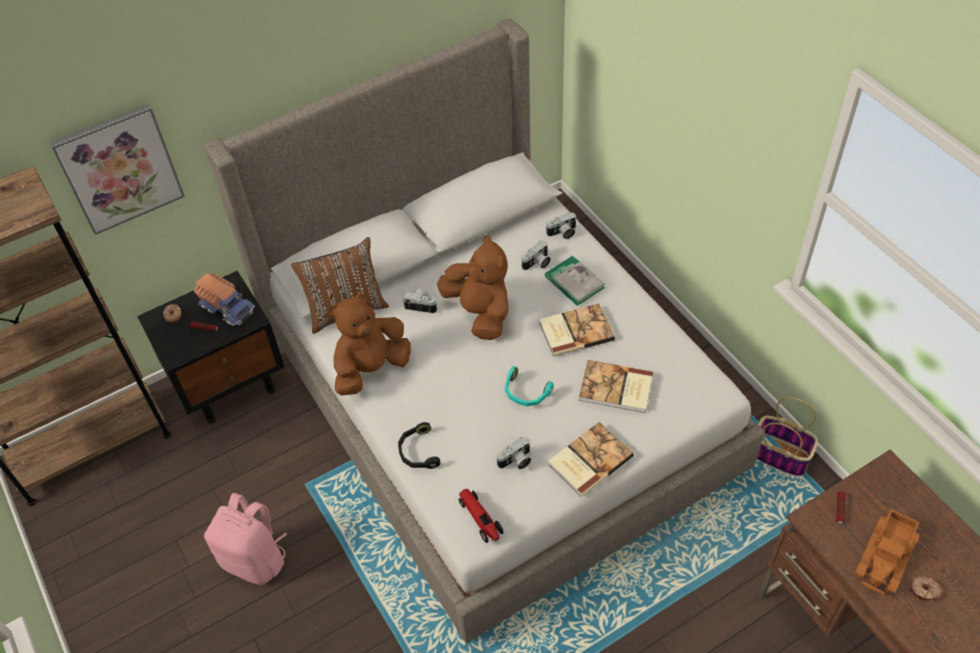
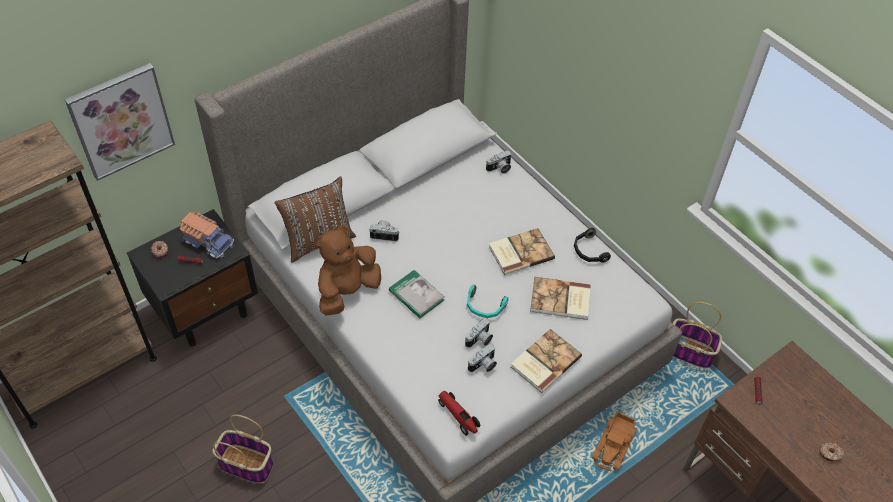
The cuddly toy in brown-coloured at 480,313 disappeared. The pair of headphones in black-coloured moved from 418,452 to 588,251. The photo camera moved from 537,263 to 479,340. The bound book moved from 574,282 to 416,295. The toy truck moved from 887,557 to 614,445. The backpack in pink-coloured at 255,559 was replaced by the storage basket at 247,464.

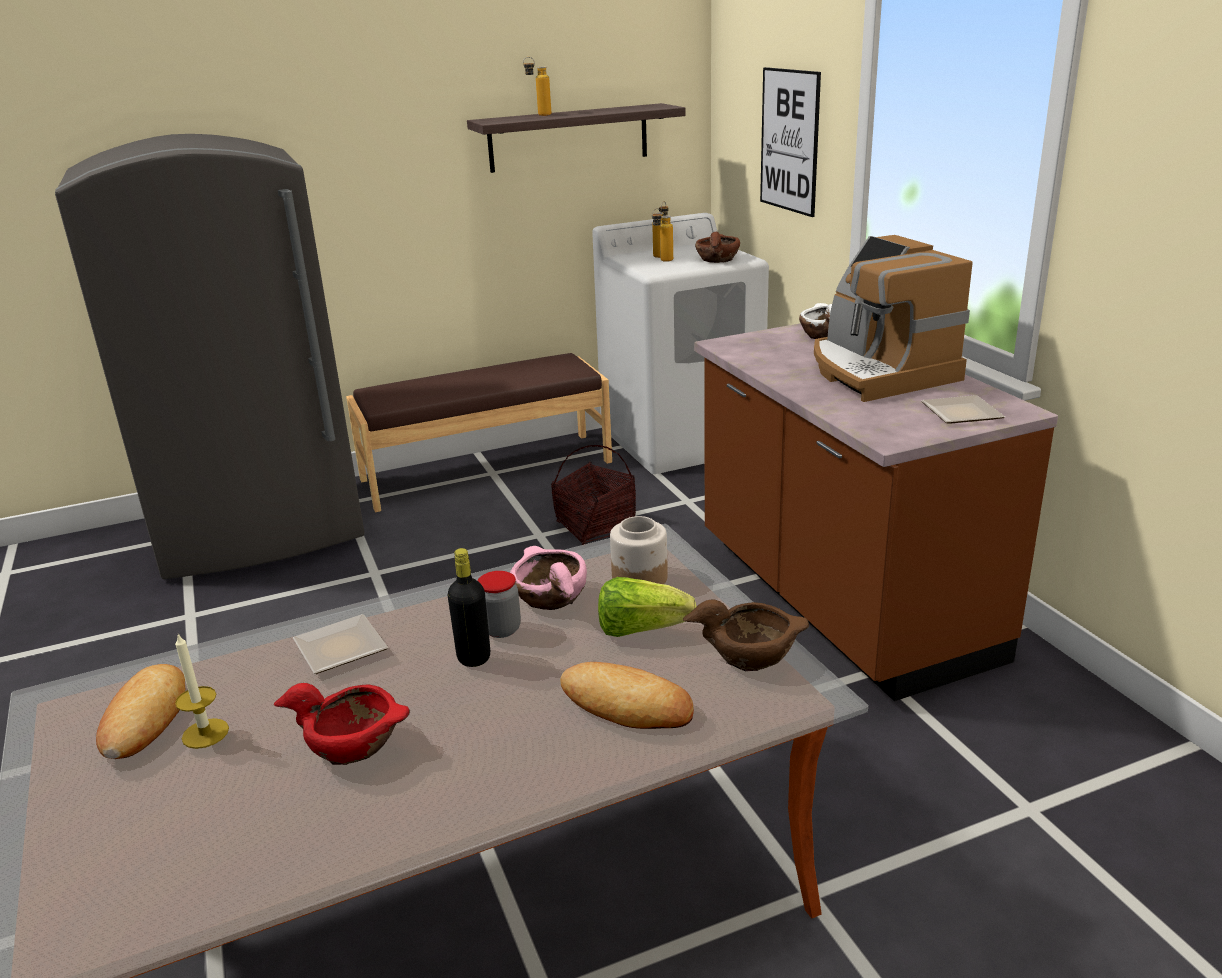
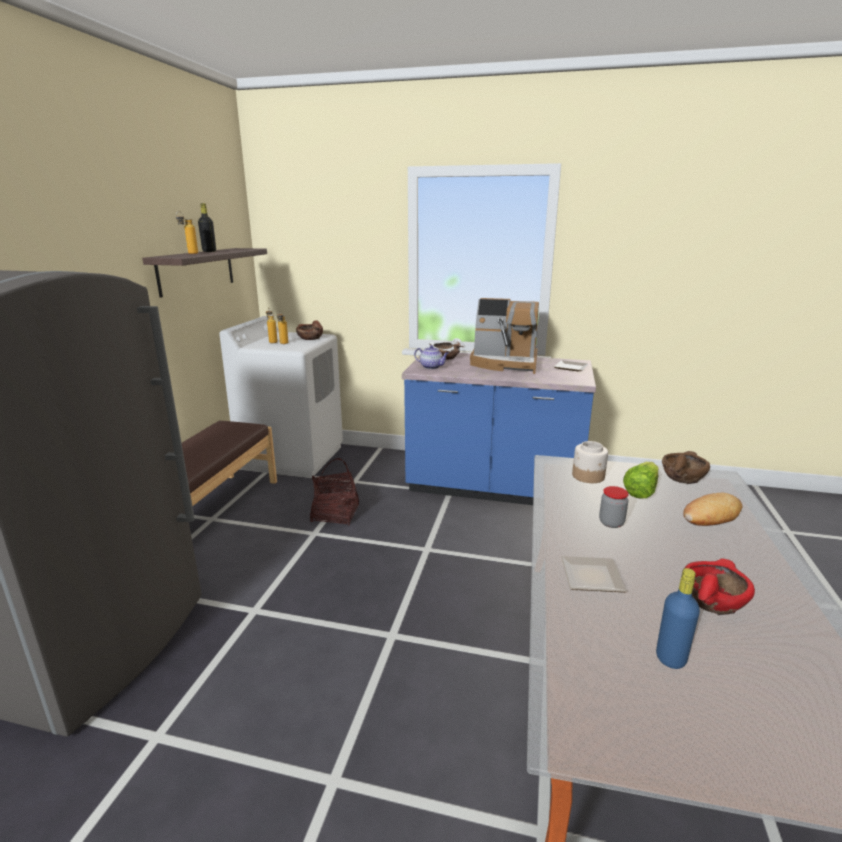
The bread at 144,718 disappeared. The bowl in pink-coloured at 550,596 disappeared. The wall art at 789,141 disappeared. The pot for tea at 432,367 appeared. The beverage bottle in black-coloured moved from 474,657 to 209,251. The wax light at 205,733 was replaced by the beverage bottle in bluish at 670,658. The kitchen counter in brown-coloured at 840,600 became the kitchen counter in bluish at 493,488.

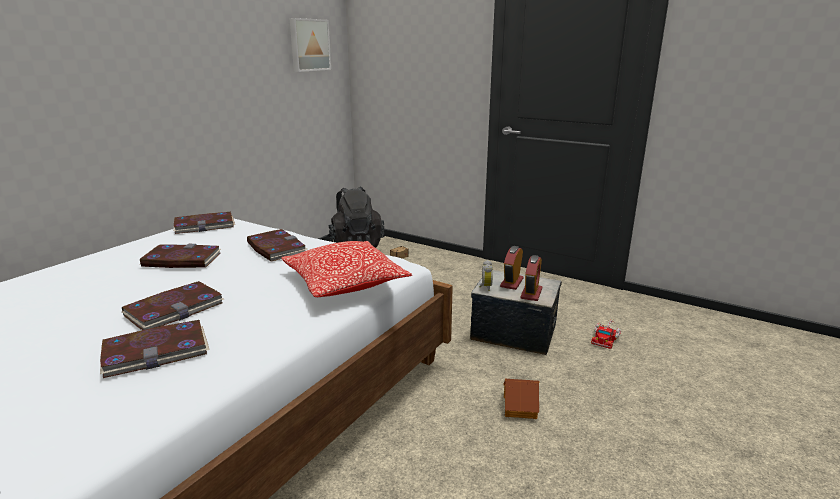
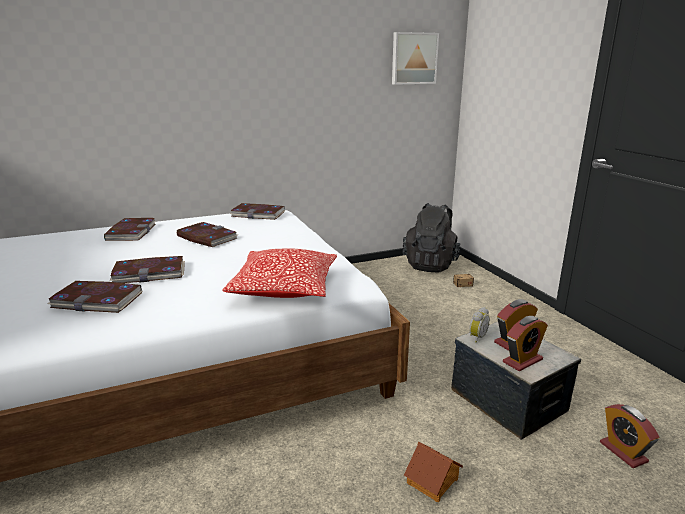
The bound book moved from 276,248 to 131,232. The toy truck at 605,338 was replaced by the alarm clock at 623,452.

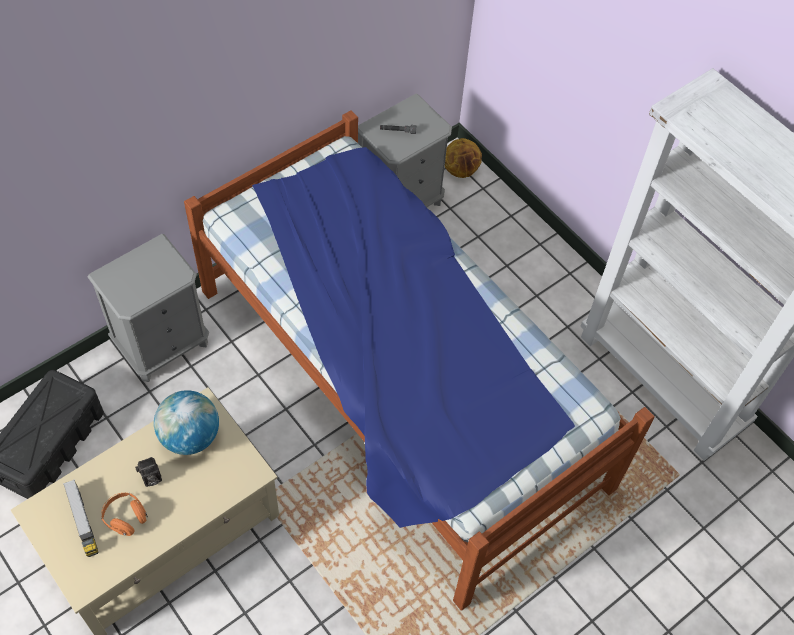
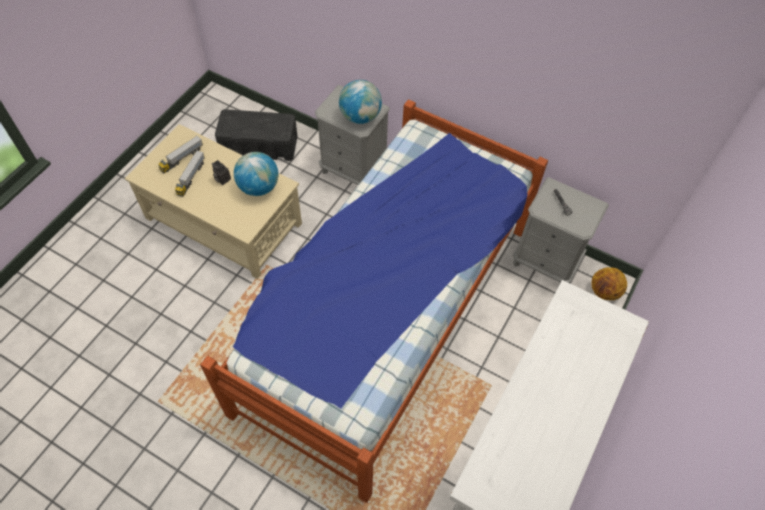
The world globe at 360,116 appeared. The pair of headphones in orange at 125,518 was replaced by the toy truck at 191,177.

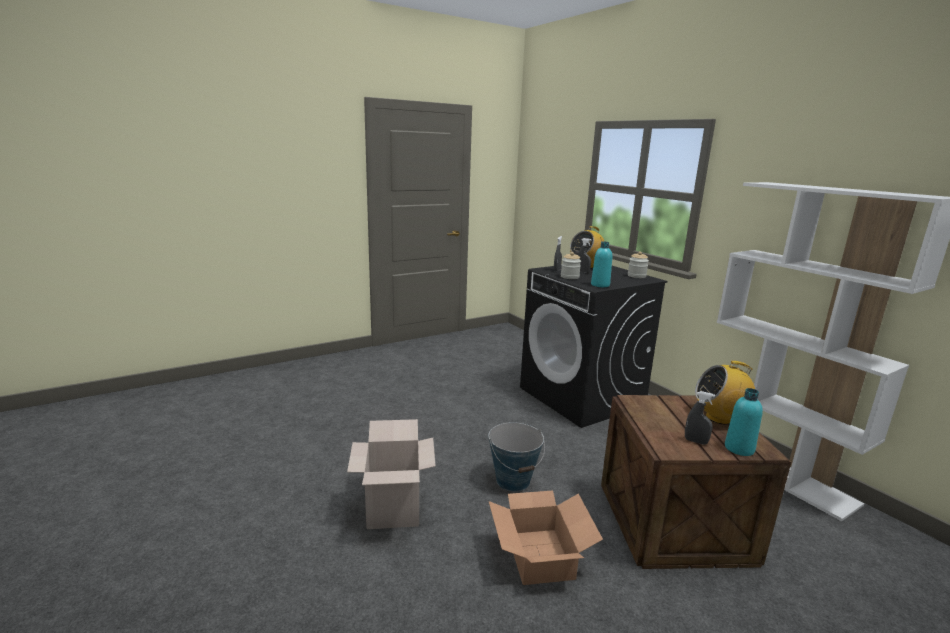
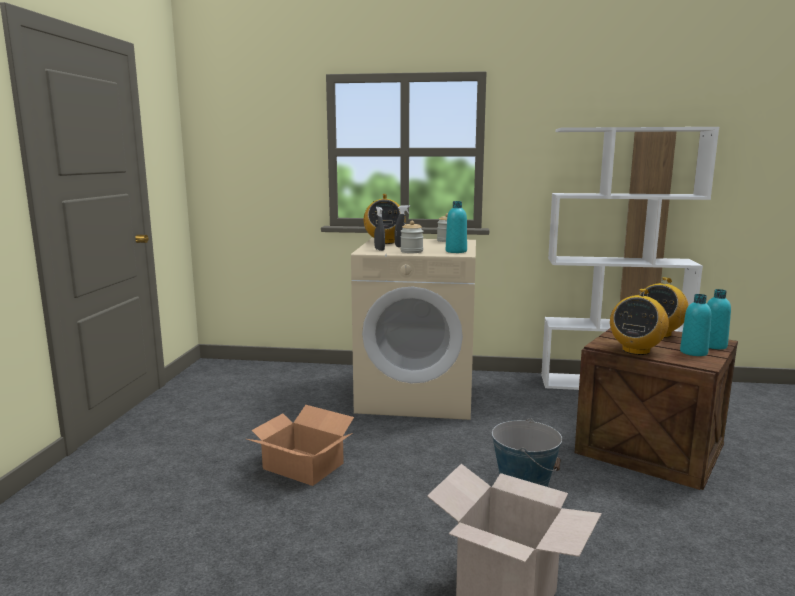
The radio at 635,350 appeared. The packing box moved from 540,555 to 303,465. The hand sprayer in greyish at 695,441 was replaced by the beverage bottle in blue-green at 693,352. The laundry appliance in black-coloured at 582,397 became the laundry appliance in beige at 418,395.

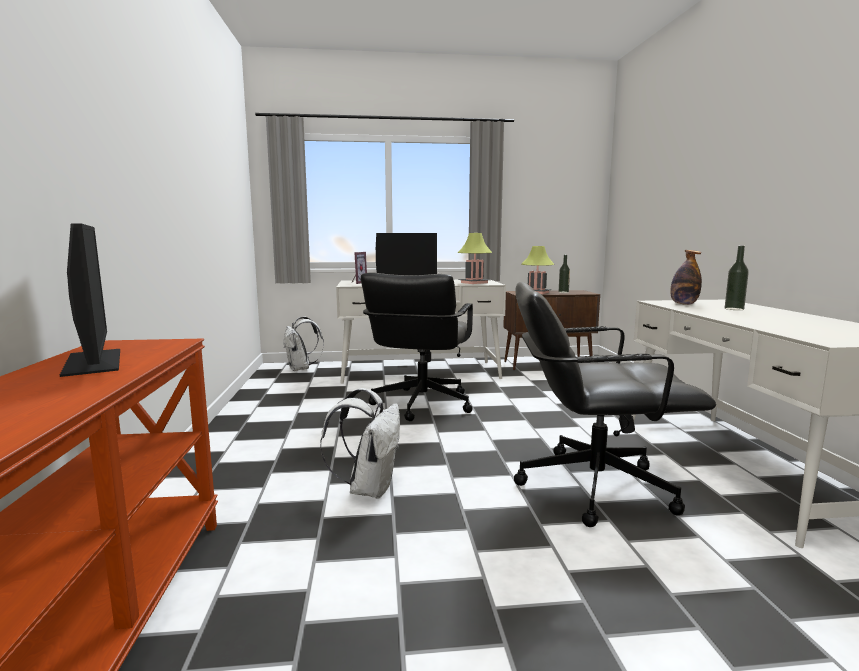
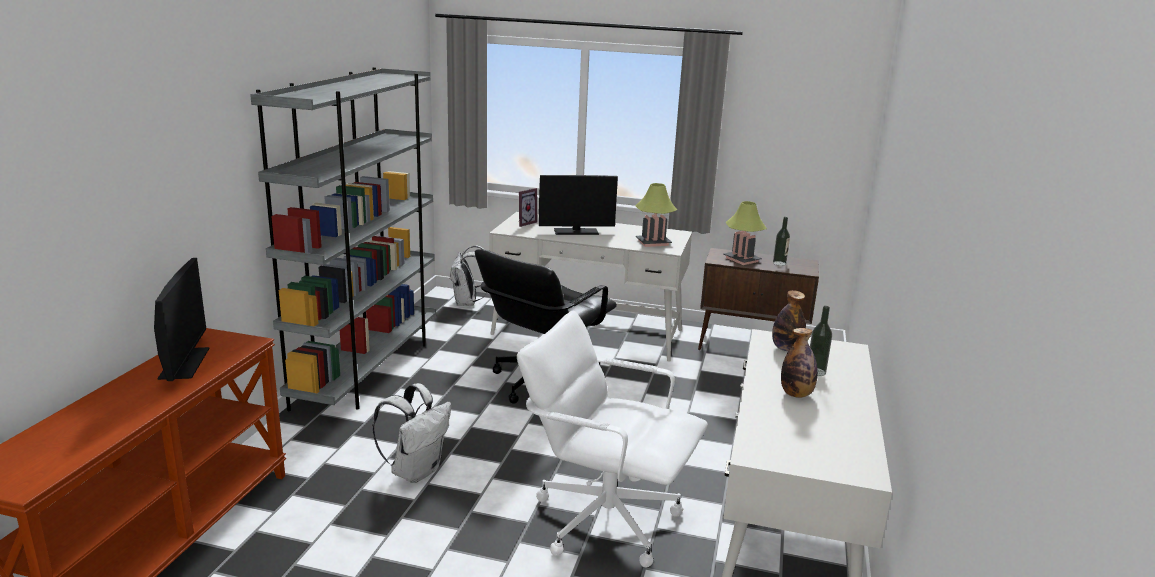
The bookshelf in greyish at 367,370 appeared. The beverage bottle at 796,394 appeared. The office chair in black-coloured at 592,486 became the office chair in whitish at 605,519.

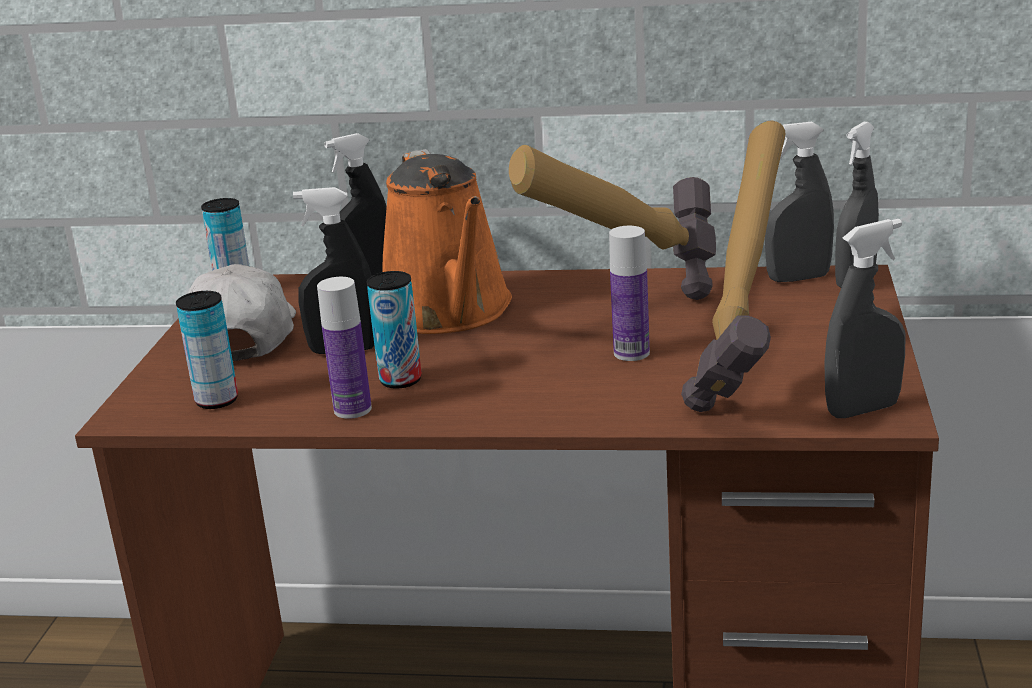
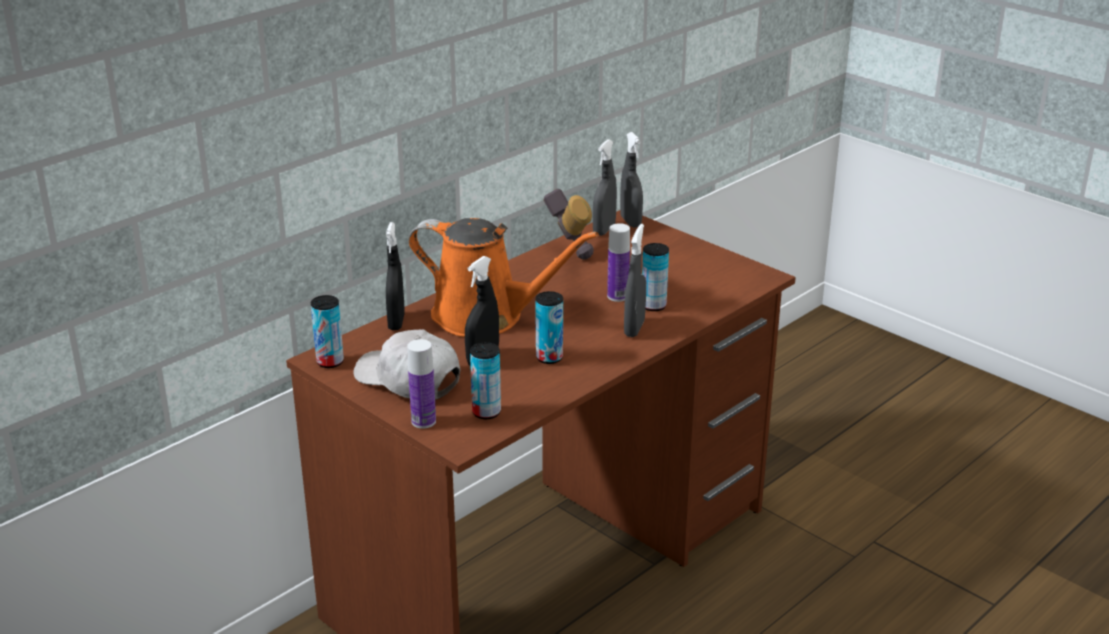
The hammer at 754,376 disappeared. The sealed can at 653,306 appeared. The beverage bottle moved from 352,409 to 423,421. The hand sprayer in greyish moved from 863,410 to 634,328.

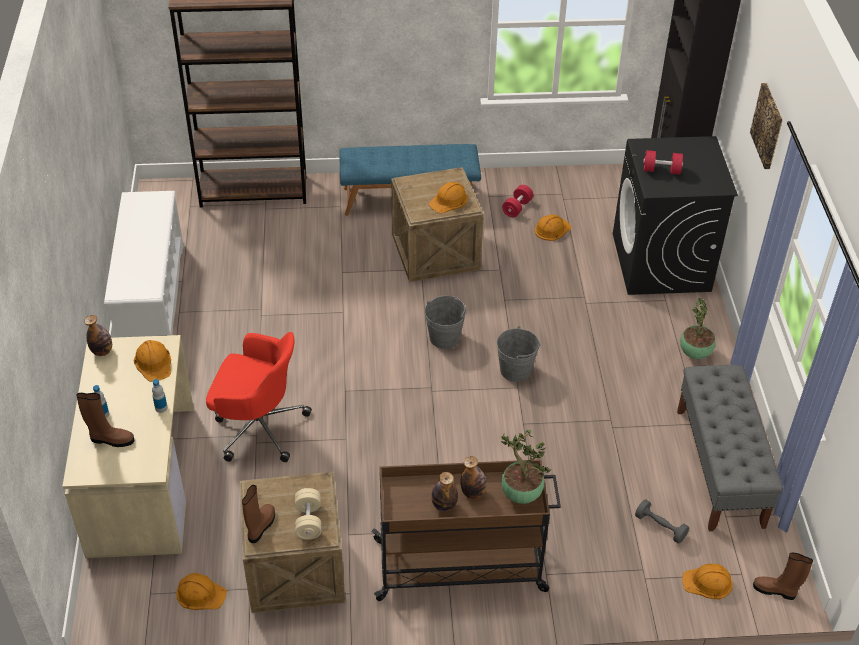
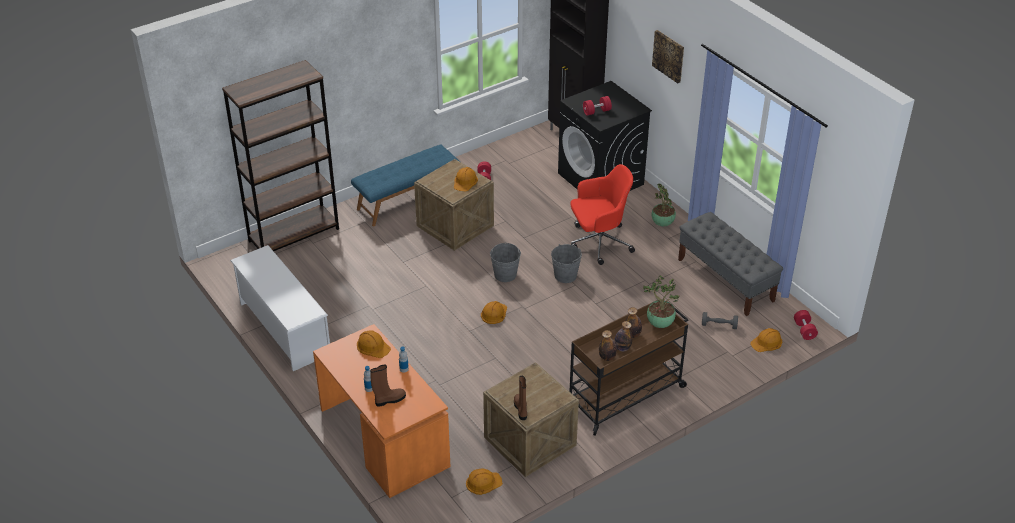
The free weight in beige at 308,521 disappeared. The beverage bottle moved from 102,351 to 607,357. The office chair in red moved from 258,426 to 599,242. The work helmet in orange moved from 552,229 to 494,313. The high-top boot in brown-coloured at 776,590 was replaced by the free weight in red at 804,330. The desk table in beige at 141,478 became the desk table in orange at 382,437.

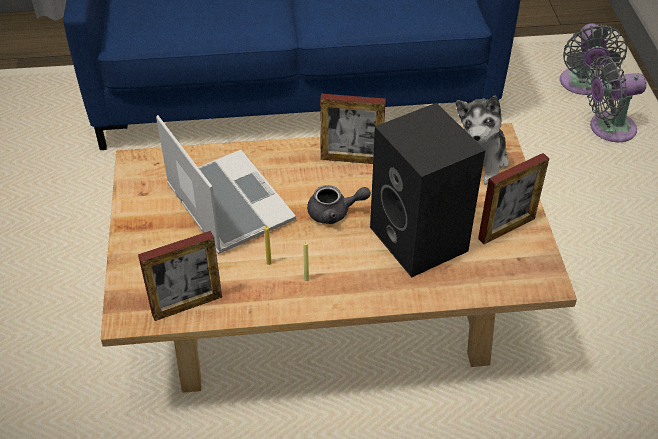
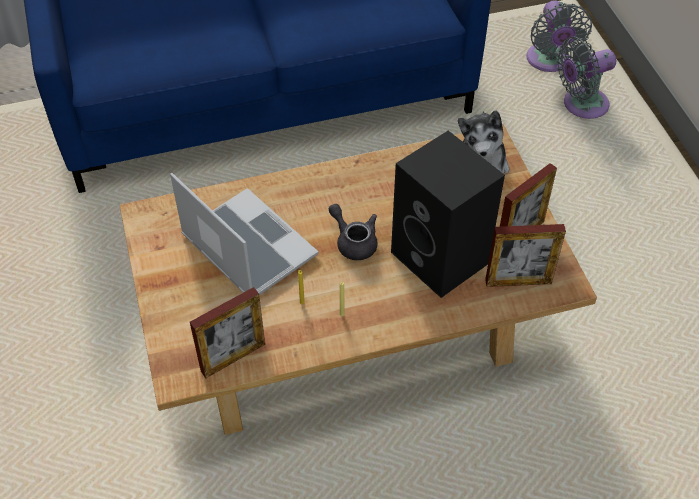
The photo frame moved from 351,159 to 518,281. The pot for tea in greyish at 334,213 turned 120 degrees counterclockwise.

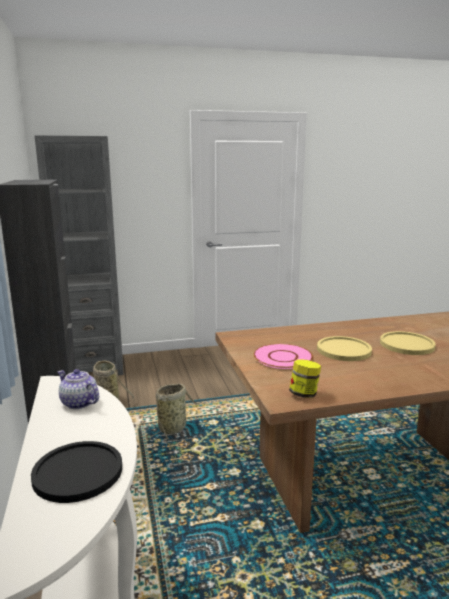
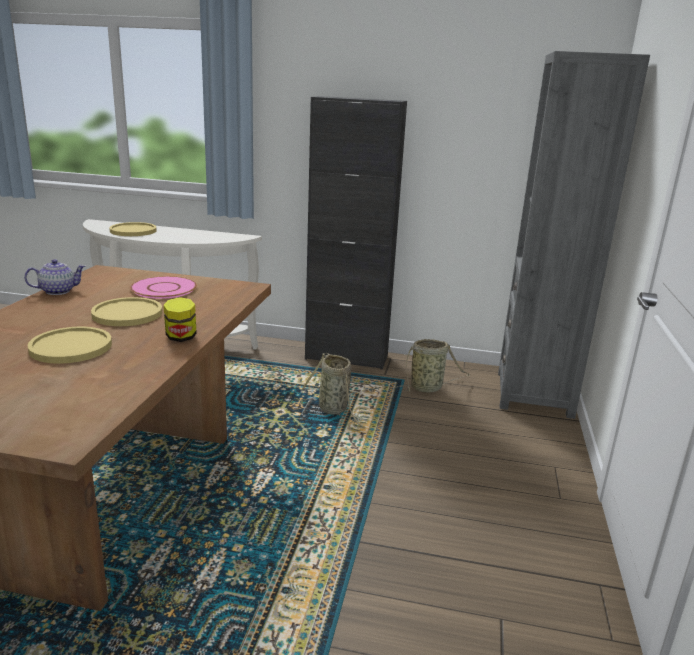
The pot for tea moved from 78,403 to 58,291. The preserve jar moved from 304,394 to 181,338. The plate in black-coloured at 78,472 became the plate in yellowish at 133,231.

